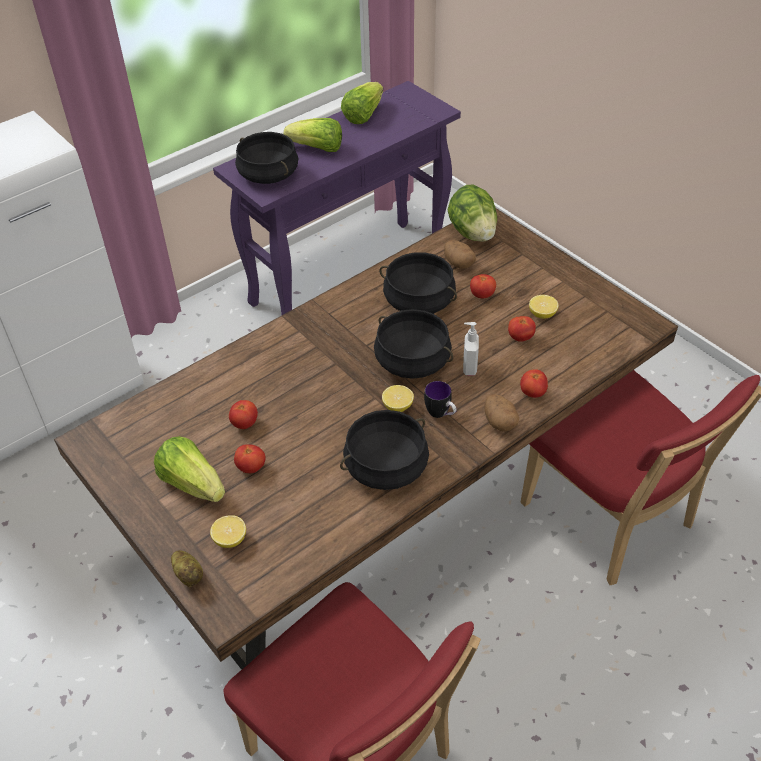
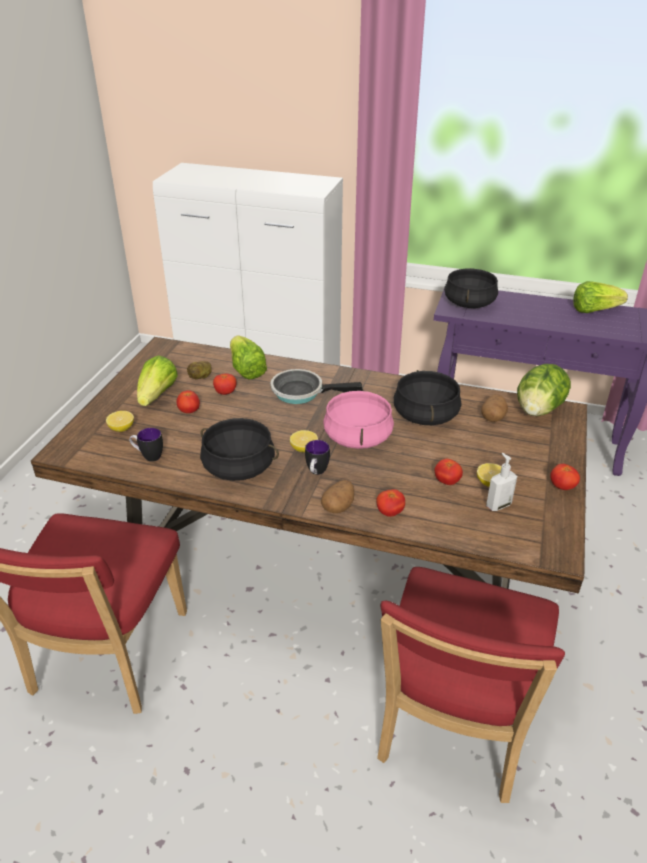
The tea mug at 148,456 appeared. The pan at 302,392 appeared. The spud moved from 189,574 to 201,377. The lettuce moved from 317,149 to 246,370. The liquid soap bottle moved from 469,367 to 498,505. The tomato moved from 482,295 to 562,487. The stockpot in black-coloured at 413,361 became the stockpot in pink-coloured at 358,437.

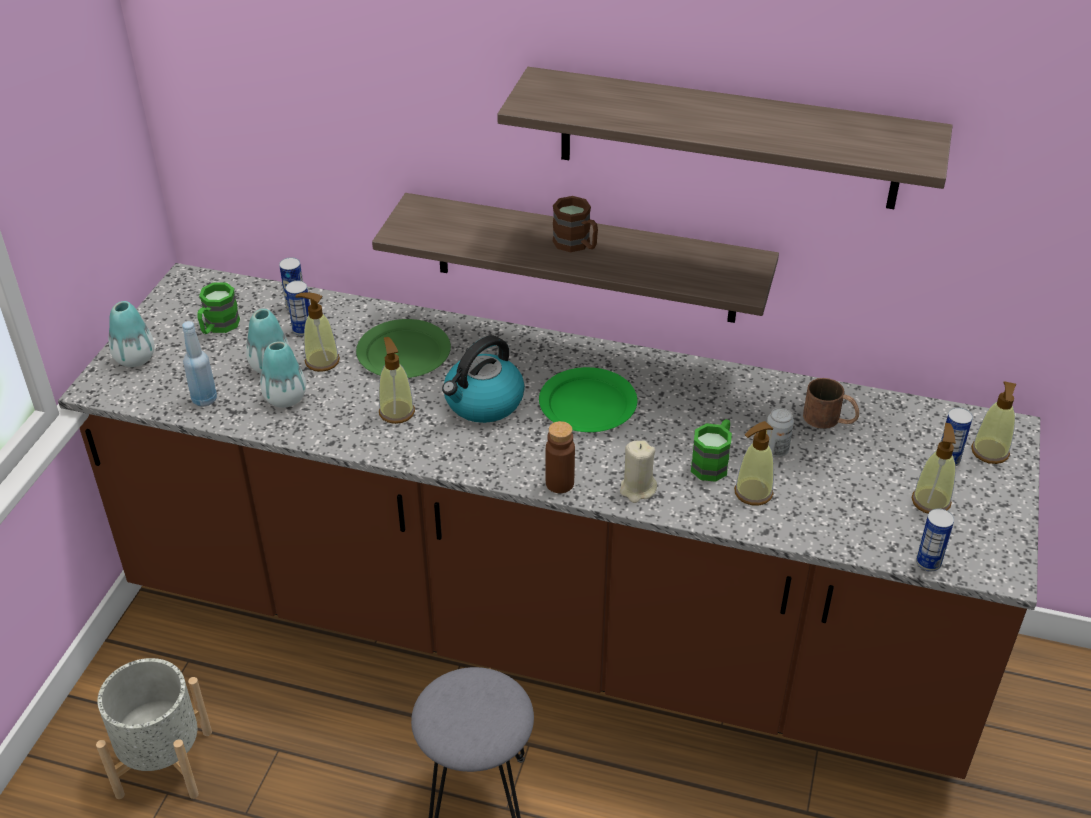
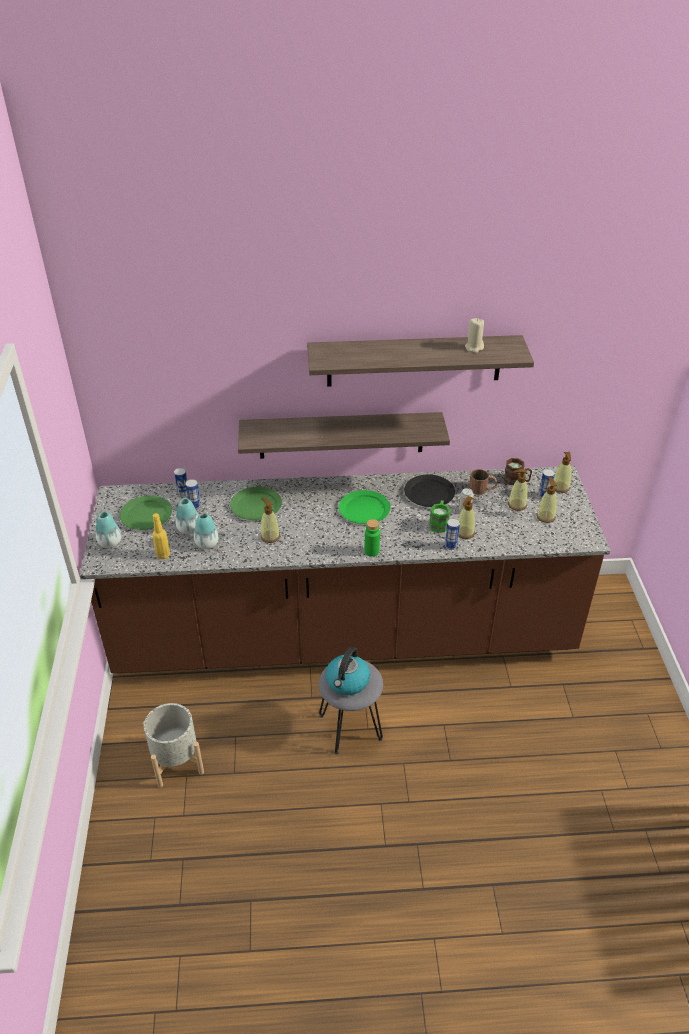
The plate in black-coloured at 429,493 appeared. The liquid soap bottle moved from 322,361 to 517,505. The tea kettle moved from 483,403 to 347,681. The tea mug in brown-coloured moved from 577,245 to 516,481. The wax light in beige moved from 637,489 to 474,347. The sealed can moved from 928,563 to 451,546. The tea mug in green at 218,327 was replaced by the plate in green at 146,515. The beverage bottle in bluish at 204,399 became the beverage bottle in yellowish at 163,555. The beverage bottle in brown-coloured at 559,483 became the beverage bottle in green at 371,551.

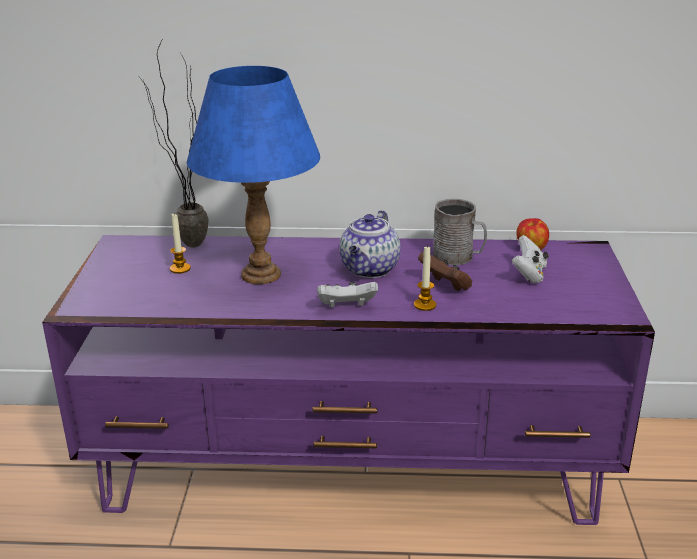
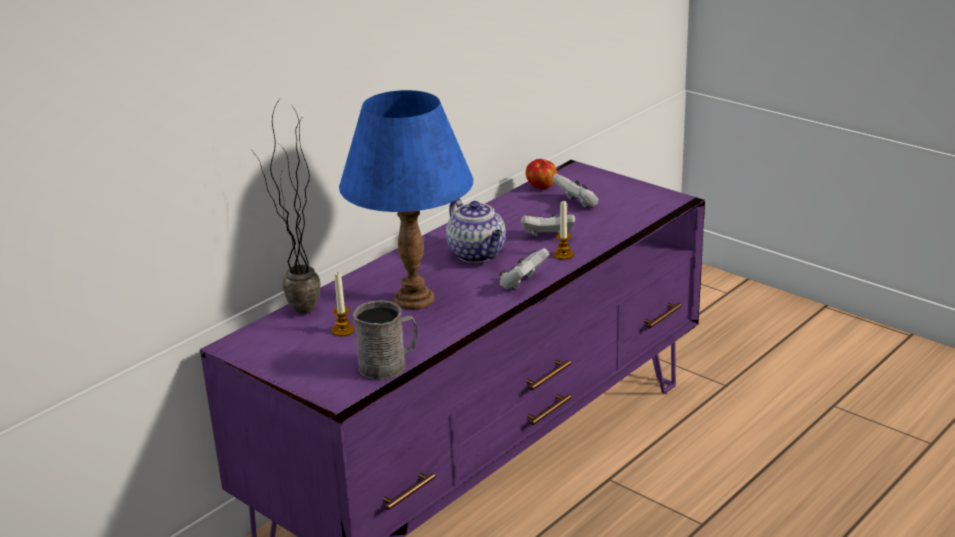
The tea mug in greyish moved from 458,257 to 389,365. The joypad in brown-coloured at 446,286 became the joypad in whitish at 548,237.

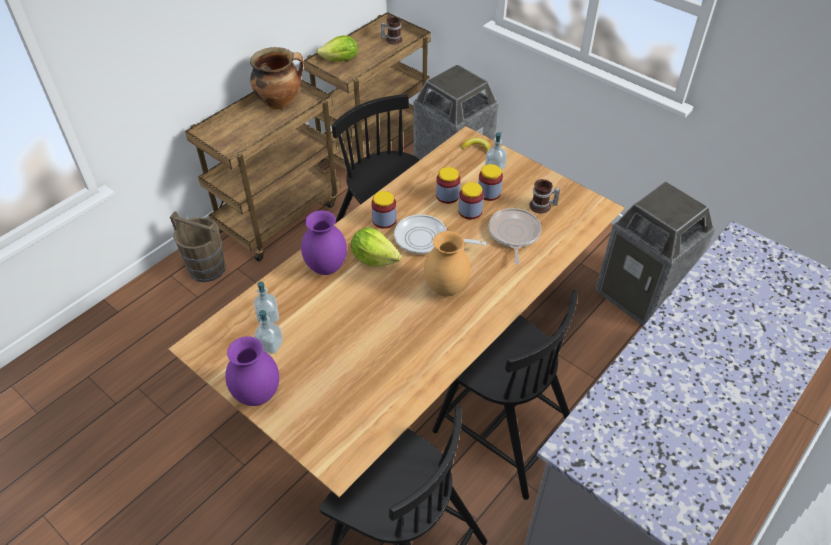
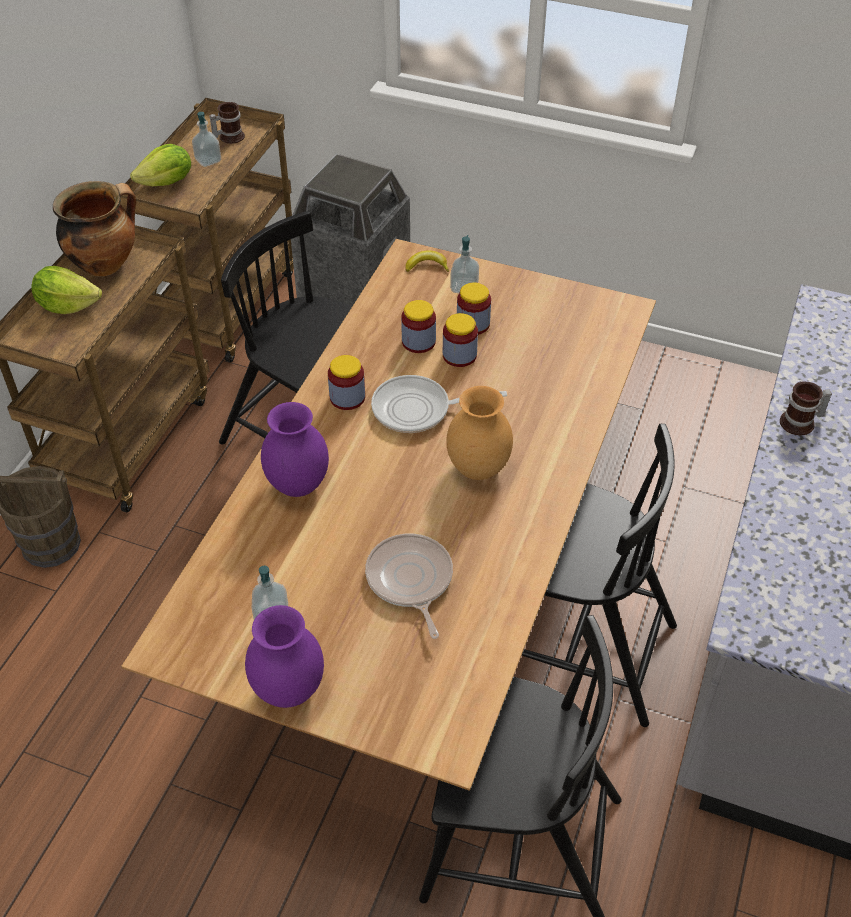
The rubbish bin at 641,294 disappeared. The liquid soap bottle moved from 268,317 to 208,160. The lettuce moved from 374,258 to 68,305. The pan moved from 513,234 to 410,580. The tea mug moved from 542,207 to 801,423.

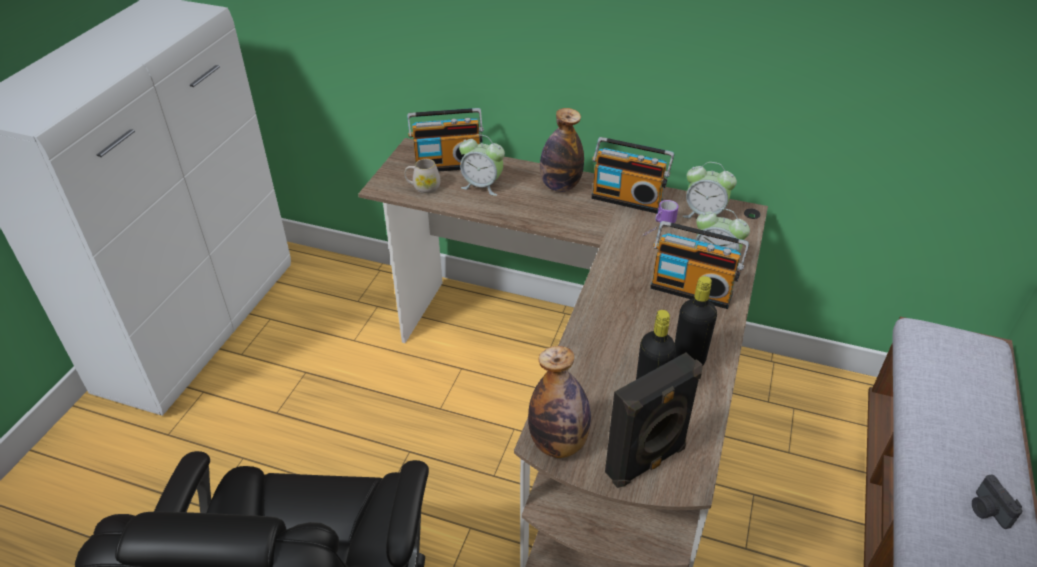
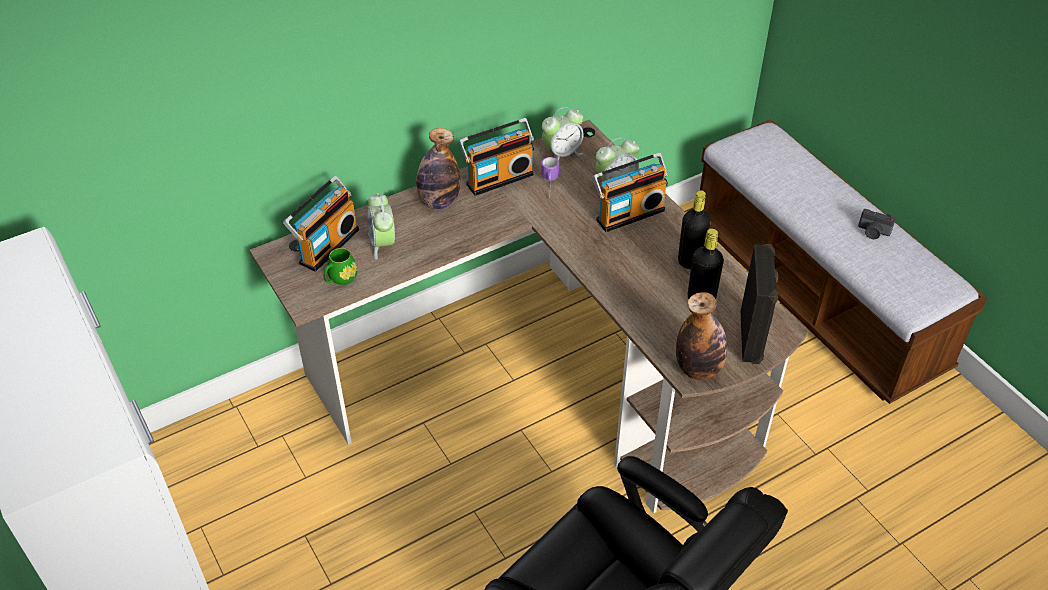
The tea mug in whitish at 423,187 became the tea mug in green at 340,279. The alarm clock at 482,186 turned 105 degrees clockwise.

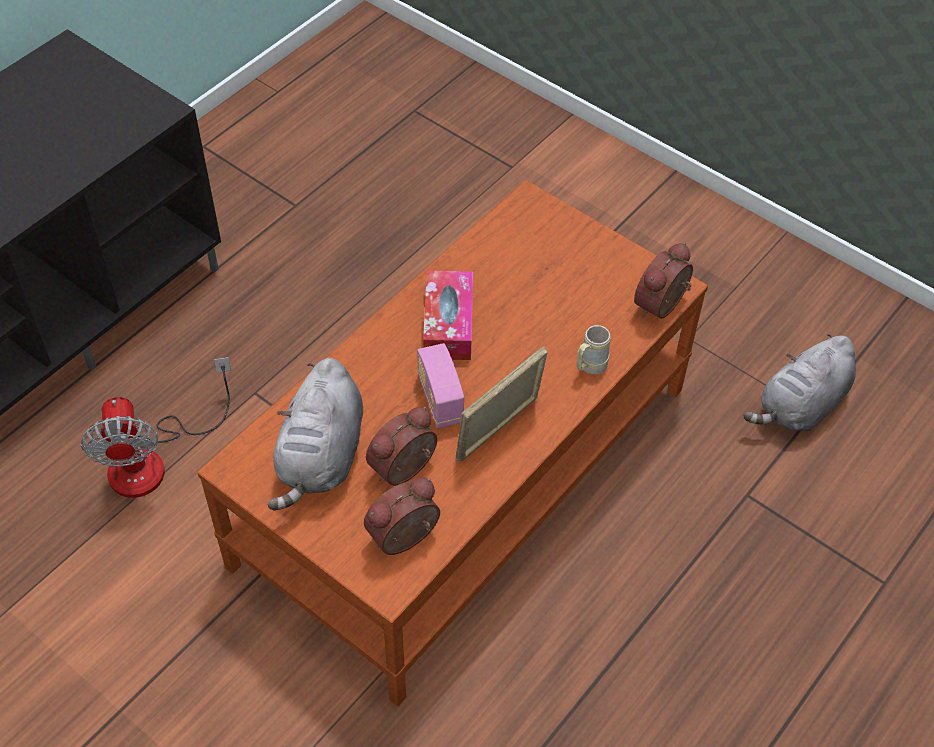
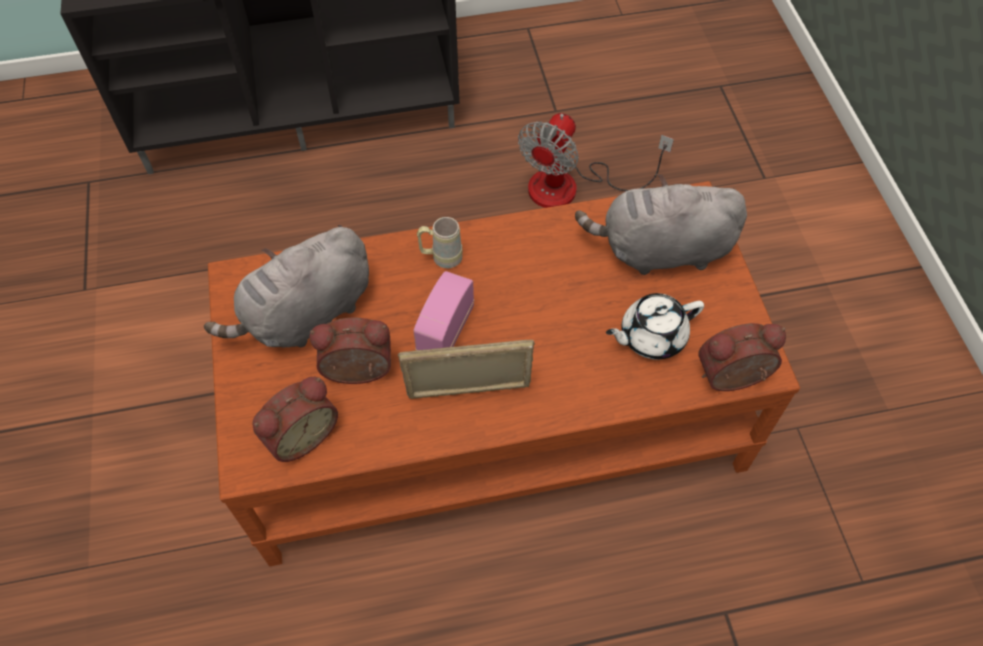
The tissue box at 448,324 disappeared. The pot for tea in whitish at 651,336 appeared. The electric fan moved from 153,459 to 570,187. The tea mug in beige moved from 589,367 to 441,257. The cuddly toy in greyish moved from 800,406 to 660,250. The alarm clock at 405,539 turned 135 degrees clockwise.

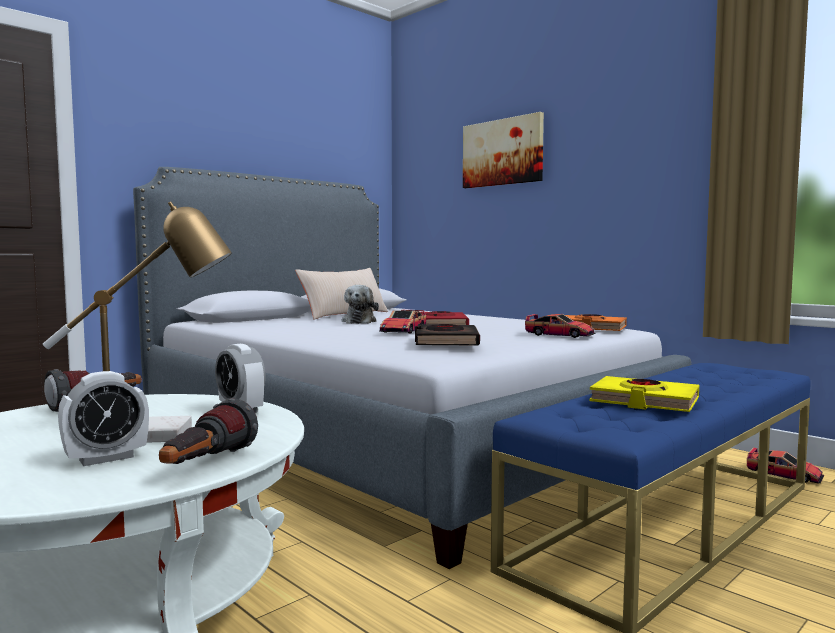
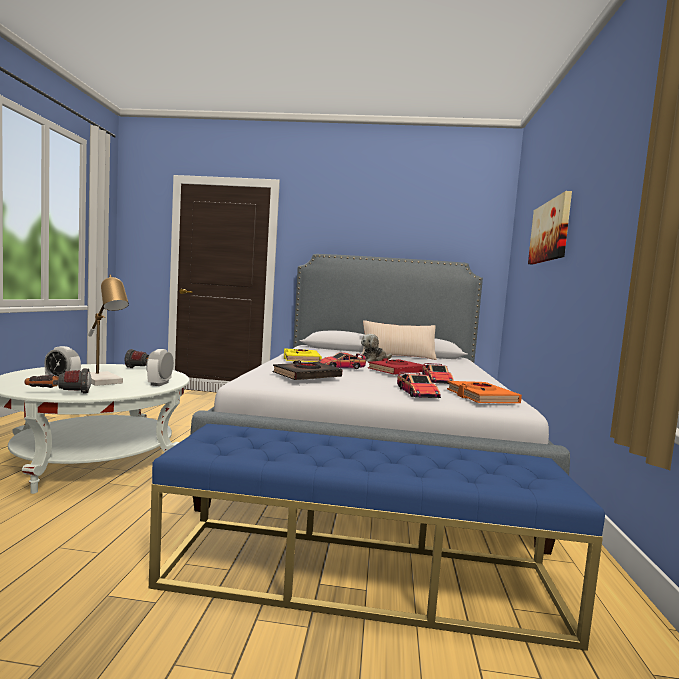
The bound book in yellowish moved from 644,401 to 301,359. The toy car moved from 784,474 to 436,380.

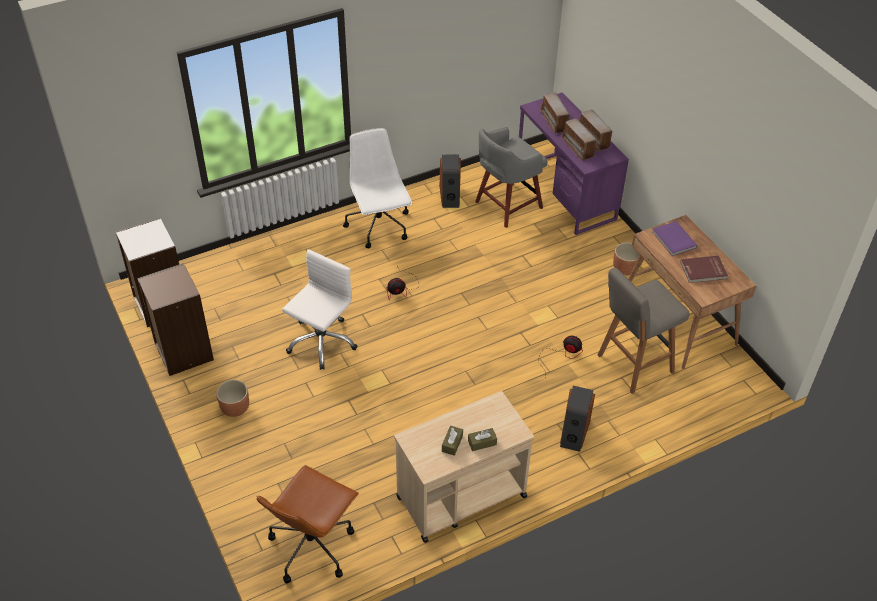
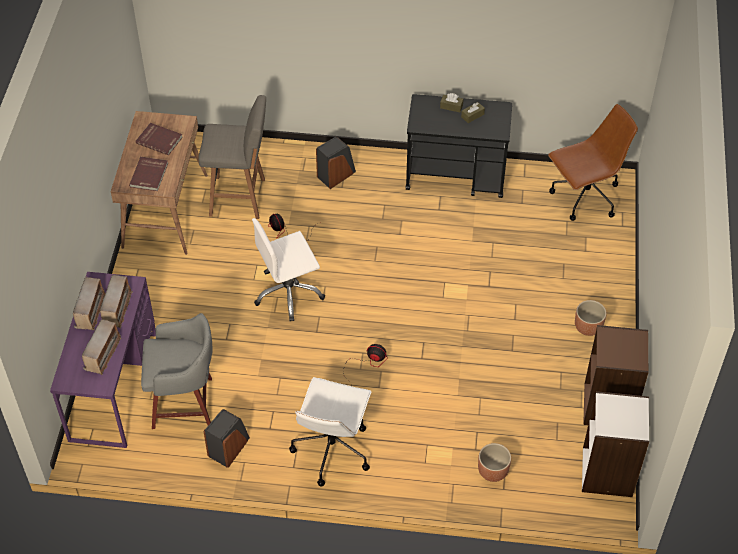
The office chair in whitish moved from 321,342 to 288,293. The flower pot in brown-coloured moved from 625,269 to 492,471. The wheeled cart in beige at 460,497 became the wheeled cart in black-coloured at 456,176. The bound book in purple at 673,240 became the bound book in red at 150,175.

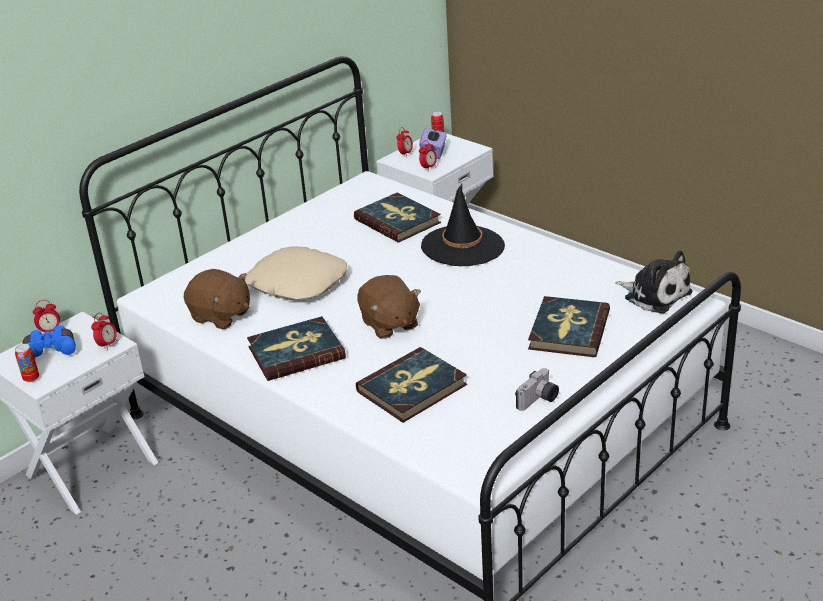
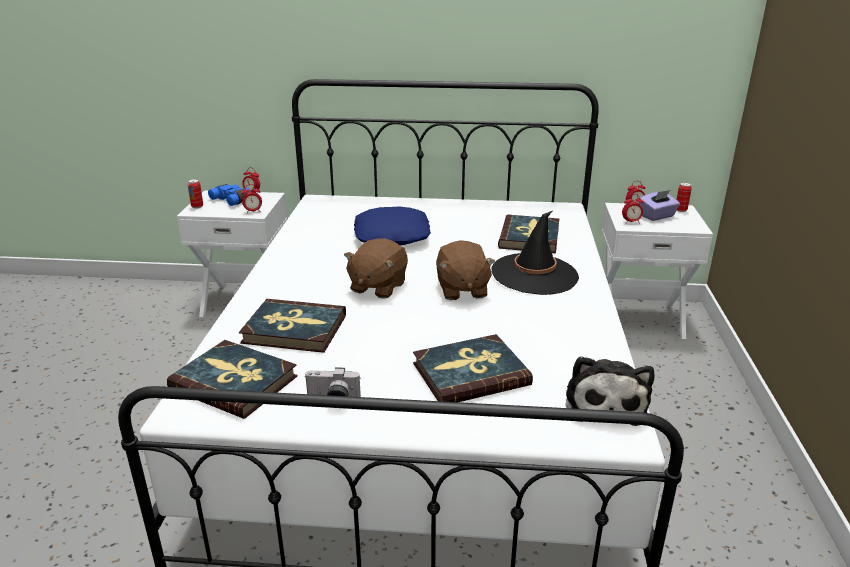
The cuddly toy in brown-coloured moved from 221,316 to 461,290. The bound book moved from 296,352 to 234,382. The pillow in beige at 297,283 became the pillow in bluish at 391,235.

